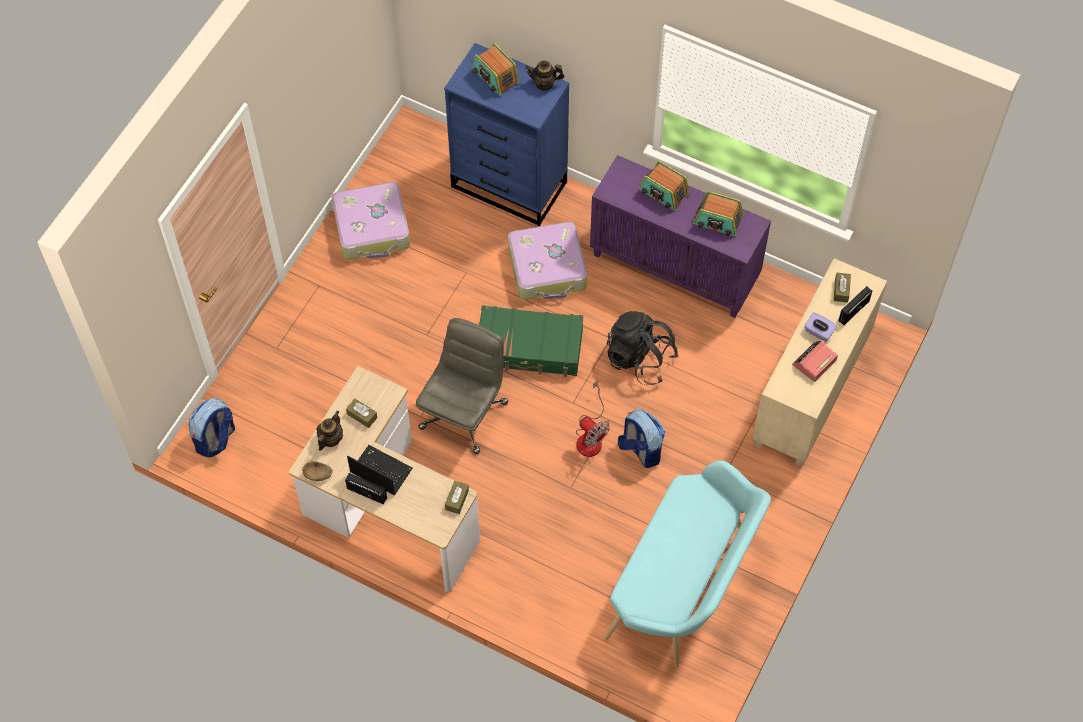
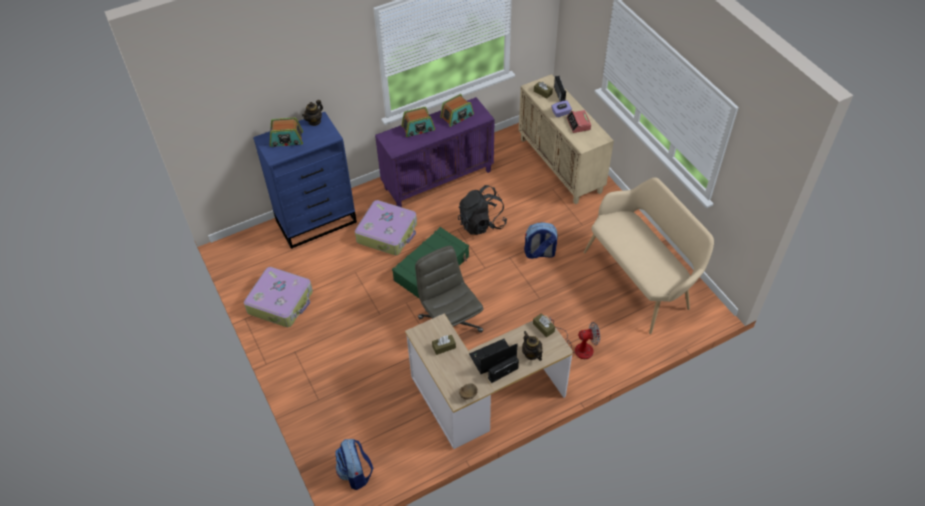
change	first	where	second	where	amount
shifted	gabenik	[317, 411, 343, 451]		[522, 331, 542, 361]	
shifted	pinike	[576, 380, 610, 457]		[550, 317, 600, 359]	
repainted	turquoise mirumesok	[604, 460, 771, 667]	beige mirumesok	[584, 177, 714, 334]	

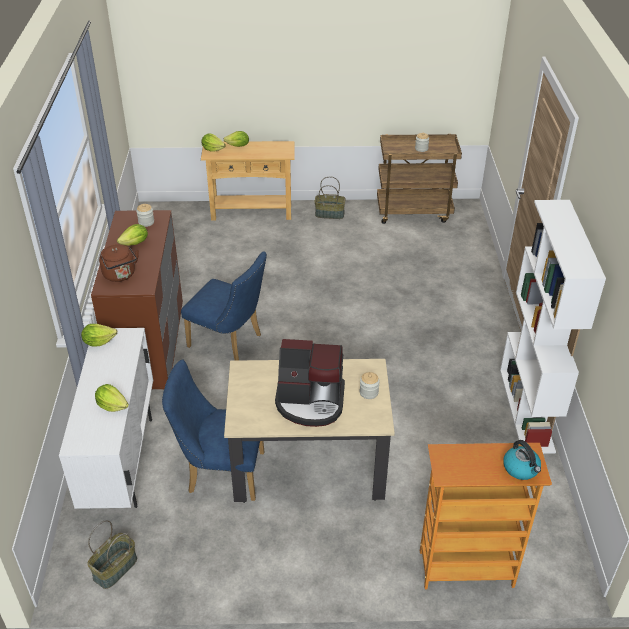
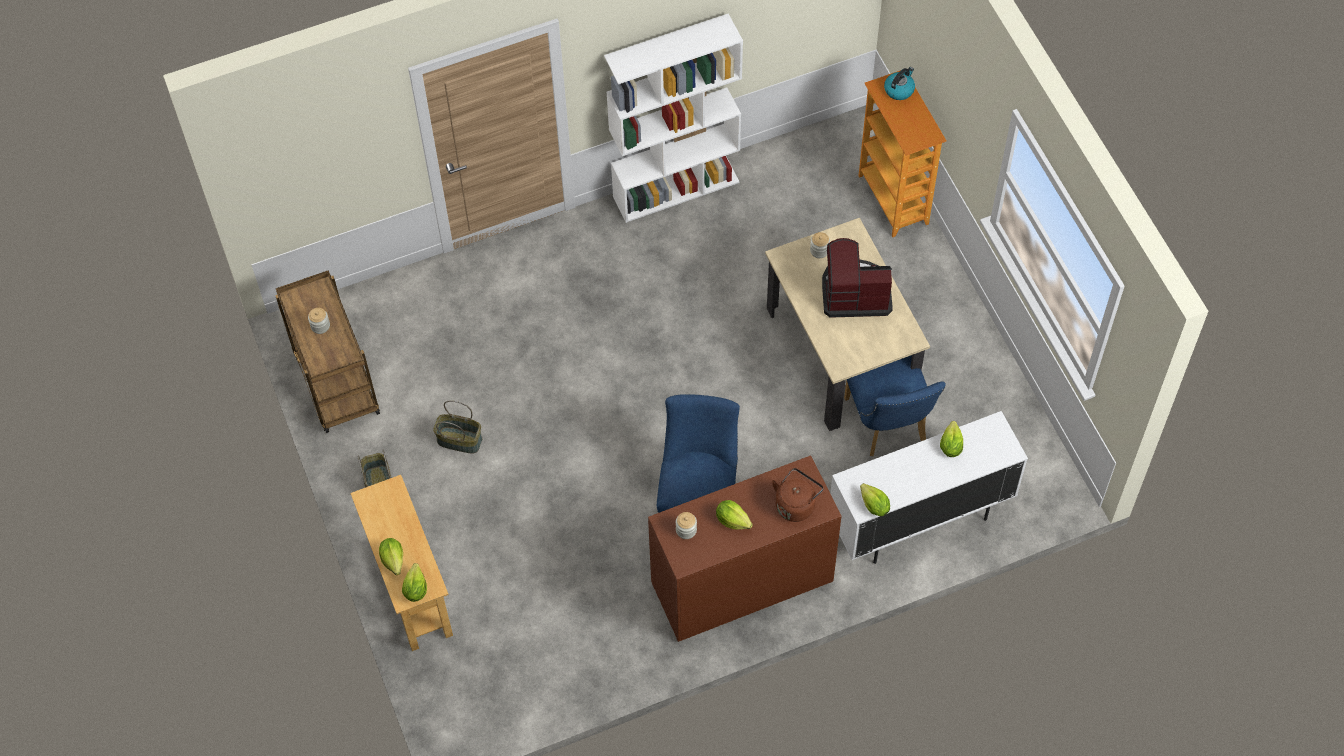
change	first	where	second	where	amount
shifted	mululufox	[87, 520, 137, 589]		[433, 400, 482, 453]	
rotated	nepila	[275, 339, 345, 427]		[822, 238, 893, 318]	75 degrees counterclockwise

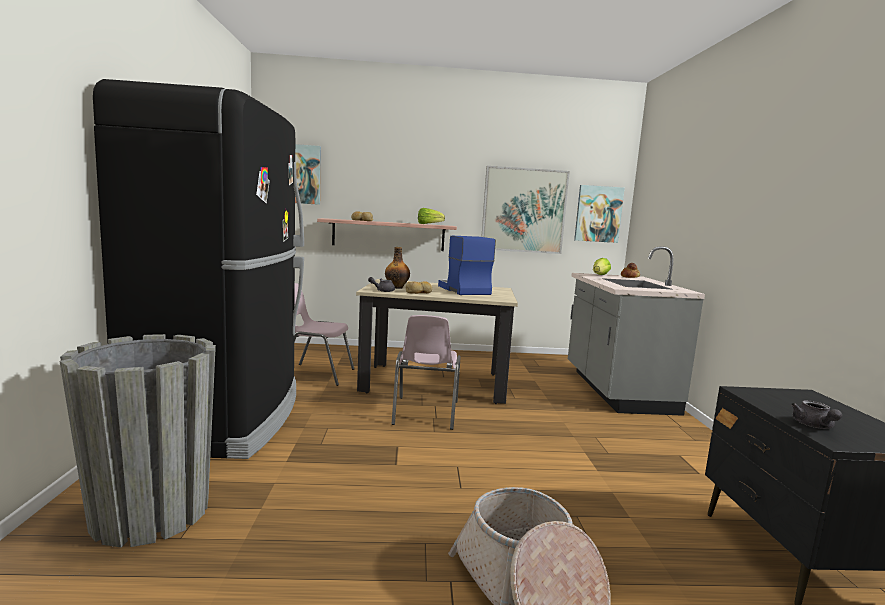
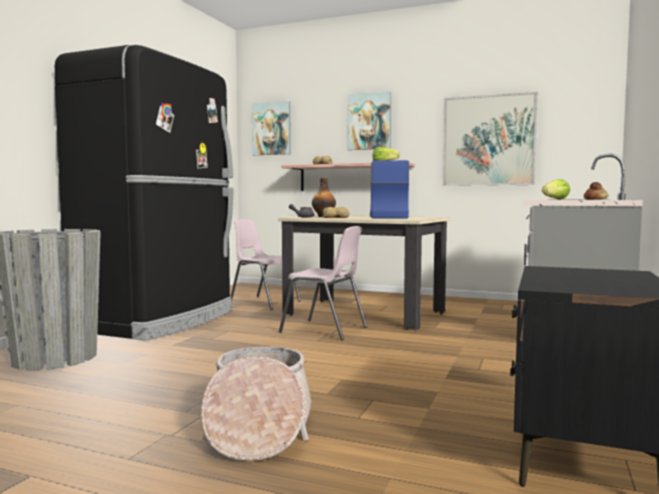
change	first	where	second	where	amount
rotated	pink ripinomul	[392, 315, 461, 430]		[279, 226, 367, 340]	90 degrees counterclockwise
shifted	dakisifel	[574, 185, 625, 243]		[347, 91, 391, 150]	
gone	grey gabenik	[791, 400, 842, 429]			

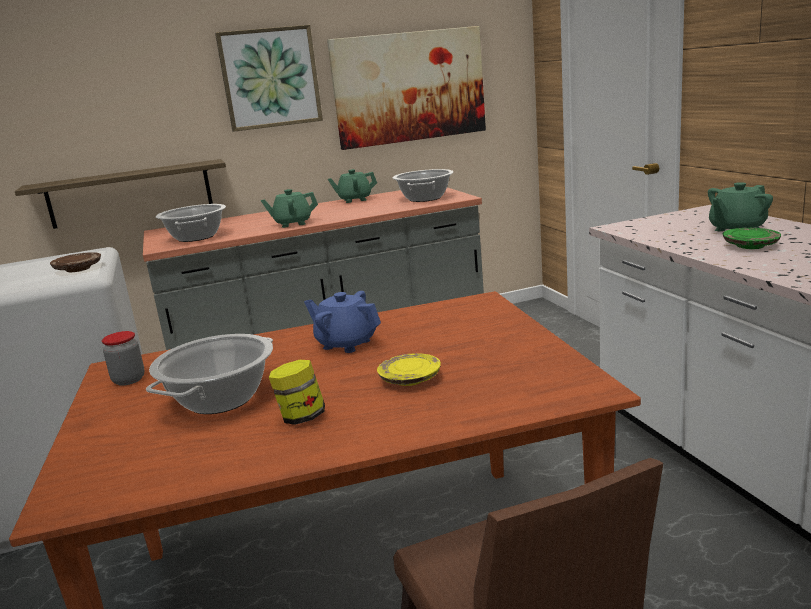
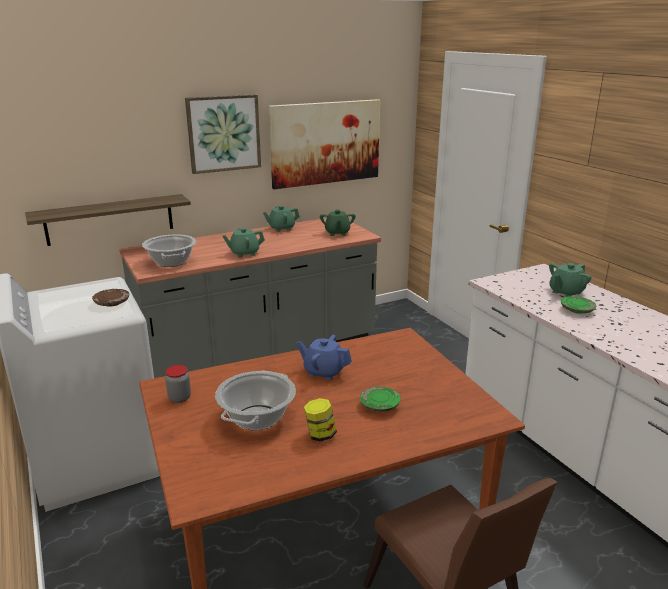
change	first	where	second	where	amount
repainted	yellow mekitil	[377, 353, 441, 386]	green mekitil	[360, 387, 401, 412]	
swapped	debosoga	[393, 169, 453, 202]	green gabenik	[320, 209, 356, 236]	

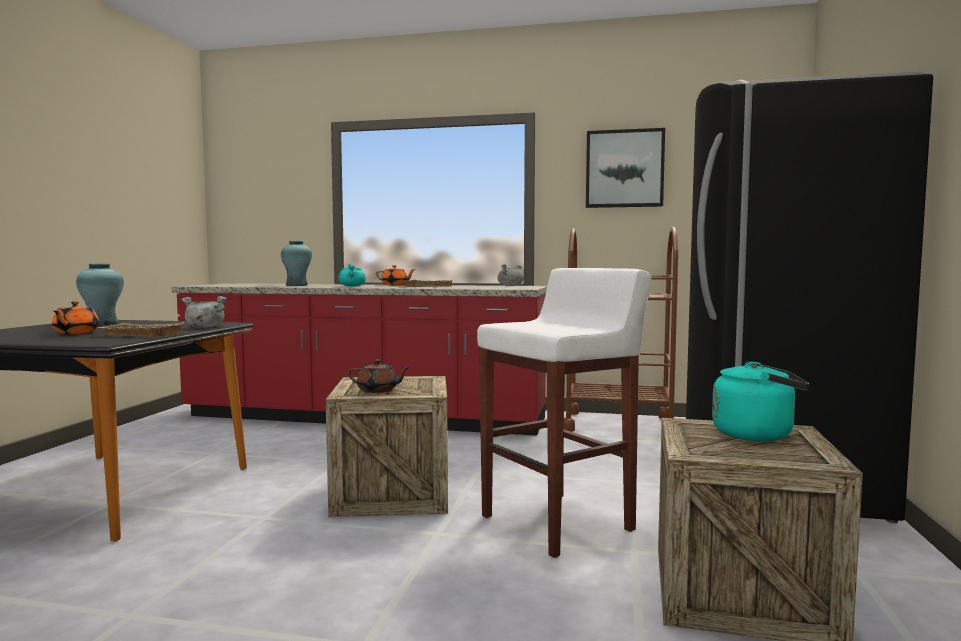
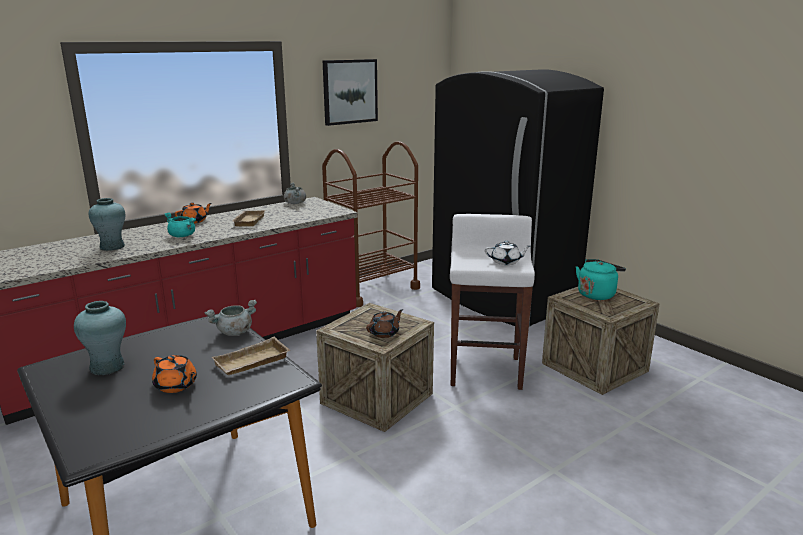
change	first	where	second	where	amount
new			white gabenik	[485, 241, 530, 265]	

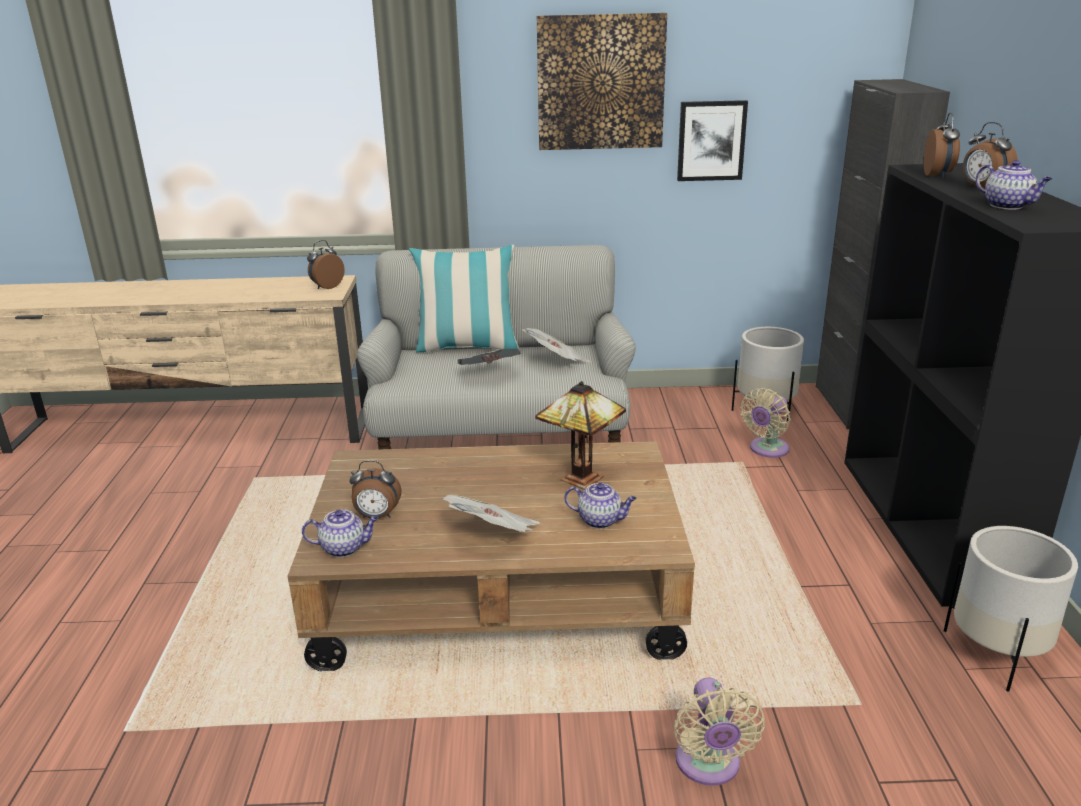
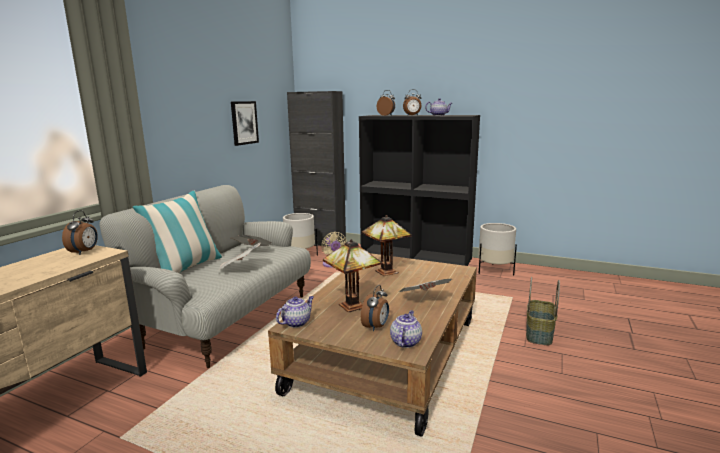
change	first	where	second	where	amount
rotated	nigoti	[307, 240, 344, 289]		[62, 210, 98, 255]	150 degrees counterclockwise
gone	dakisifel	[537, 13, 667, 150]			
shifted	gabenik	[564, 483, 637, 529]		[276, 296, 314, 328]	
swapped	beige pinike	[674, 677, 765, 786]	mululufox	[526, 277, 560, 345]	
new			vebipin	[323, 239, 382, 312]	

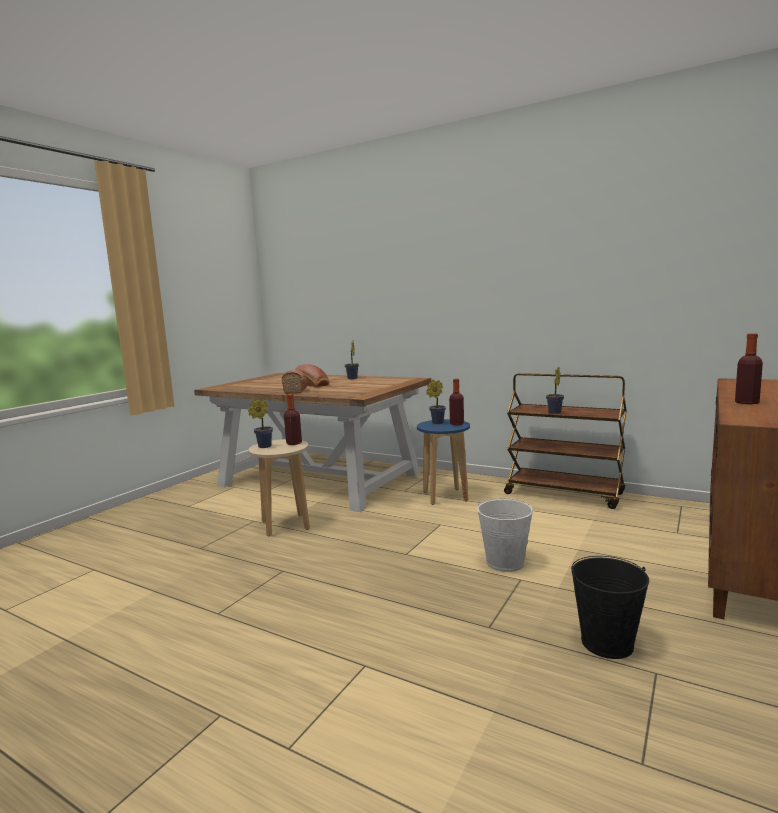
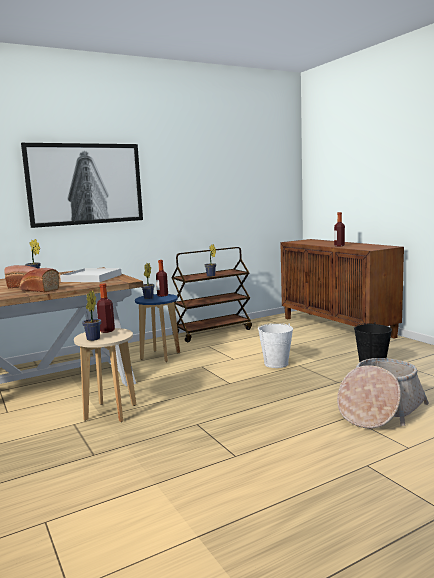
change	first	where	second	where	amount
new			dakisifel	[21, 143, 143, 228]	
new			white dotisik	[60, 268, 122, 282]	
new			mululufox	[337, 358, 429, 429]	

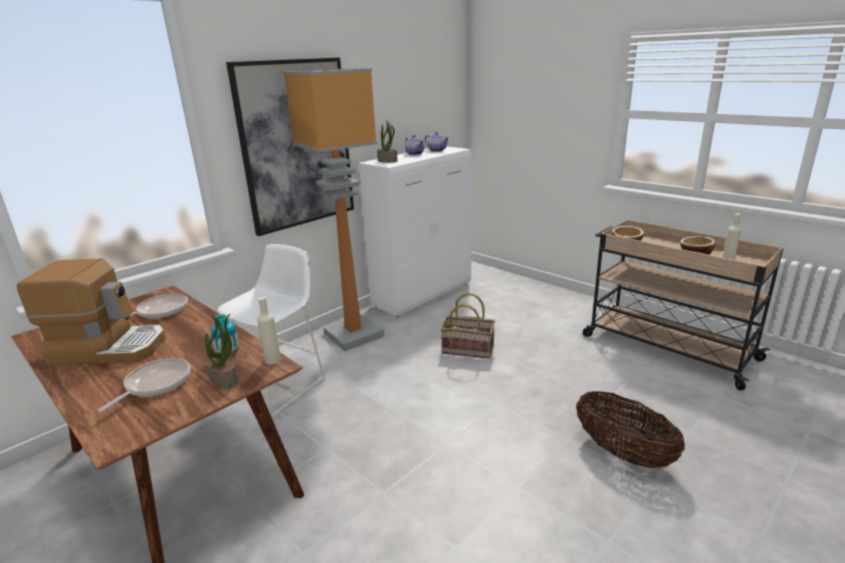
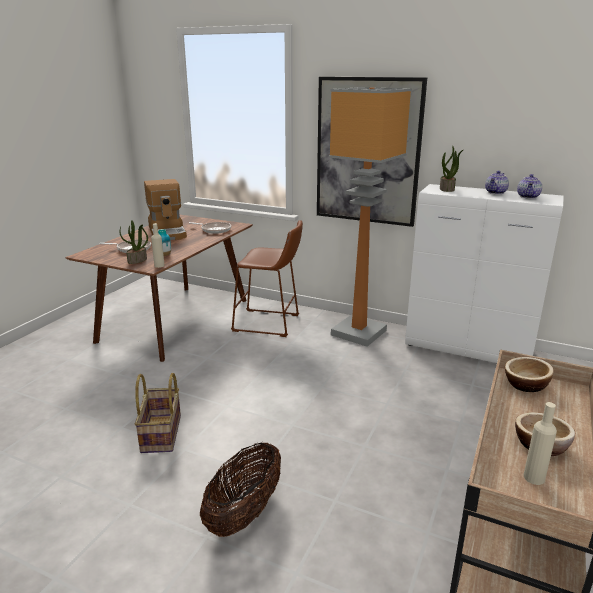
change	first	where	second	where	amount
repainted	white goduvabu	[217, 244, 325, 418]	brown goduvabu	[231, 220, 303, 337]	
shifted	mululufox	[440, 293, 495, 359]		[135, 373, 181, 453]	

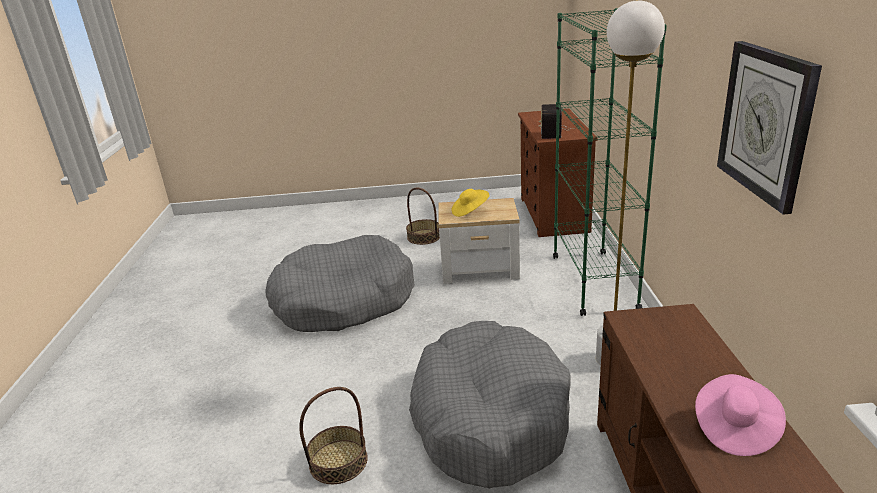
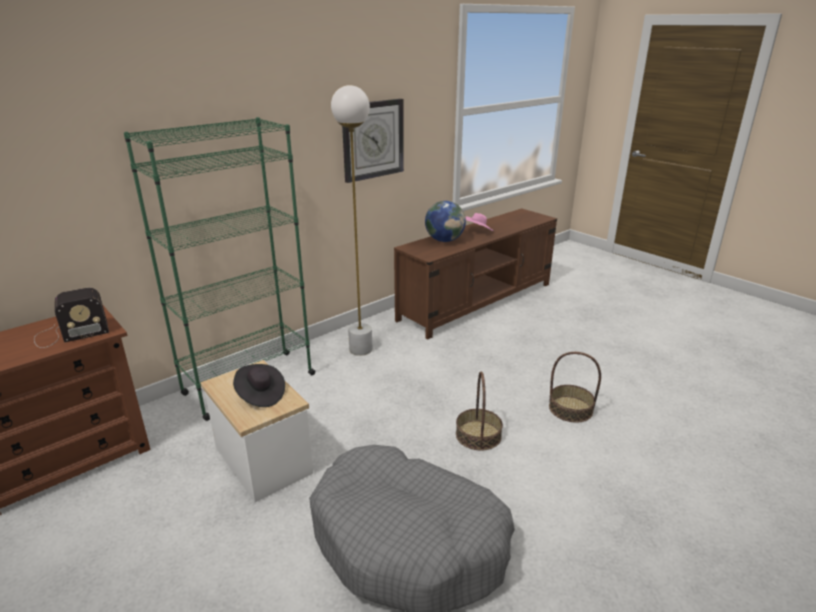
change	first	where	second	where	amount
shifted	mululufox	[406, 187, 440, 245]		[456, 371, 503, 451]	
gone	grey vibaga	[409, 321, 570, 488]			
repainted	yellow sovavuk	[452, 189, 490, 217]	black sovavuk	[233, 364, 285, 407]	
new			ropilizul	[425, 201, 466, 242]	

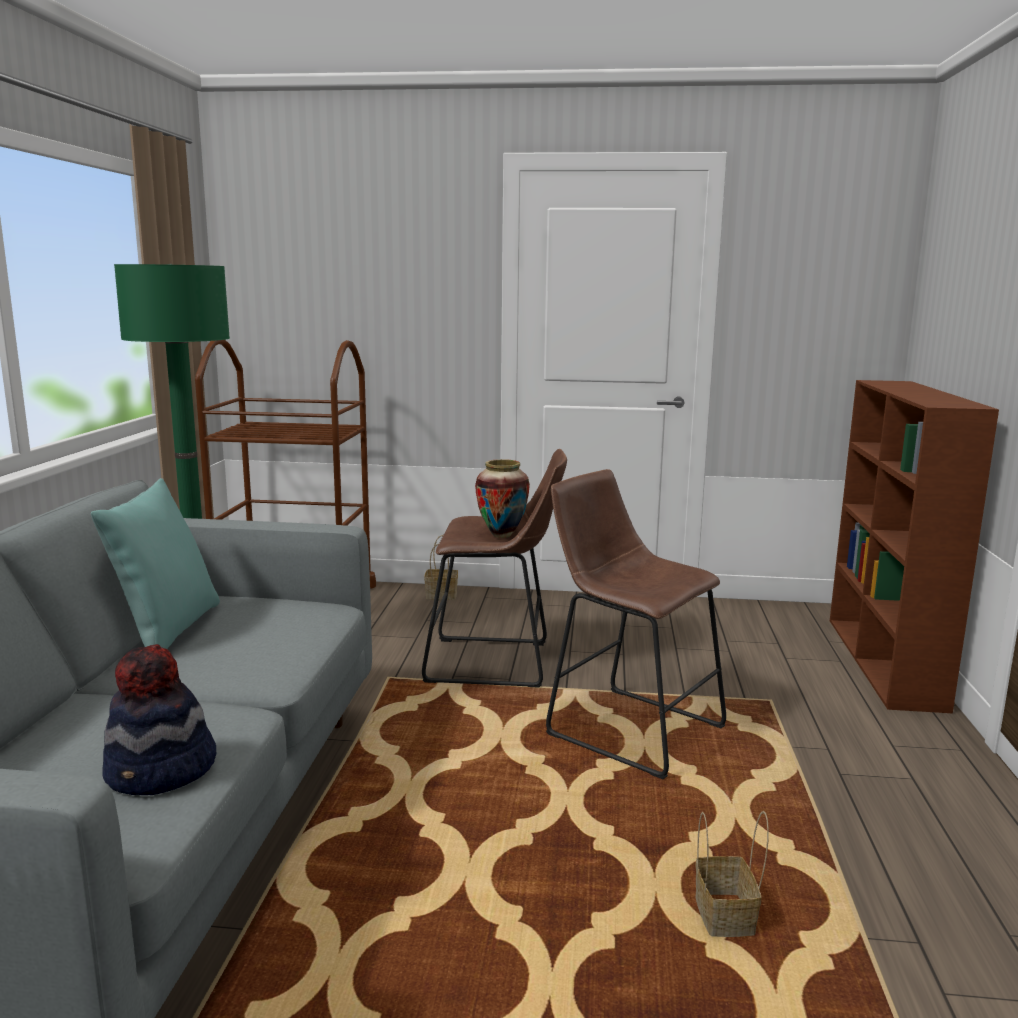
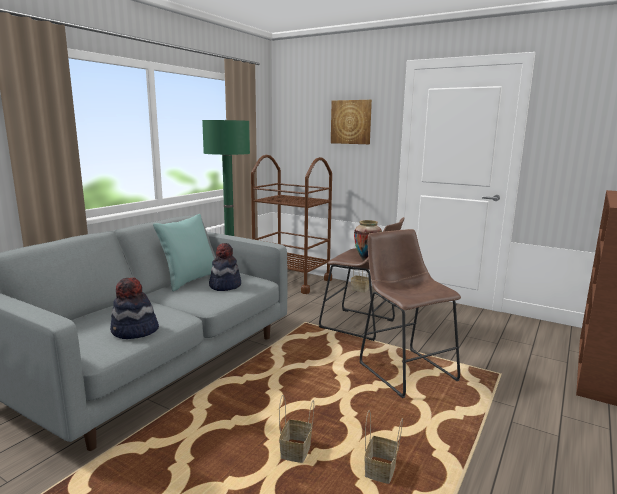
change	first	where	second	where	amount
new			sovavuk	[209, 243, 241, 291]	
new			mululufox	[279, 395, 314, 463]	
new			dakisifel	[331, 100, 372, 144]	

